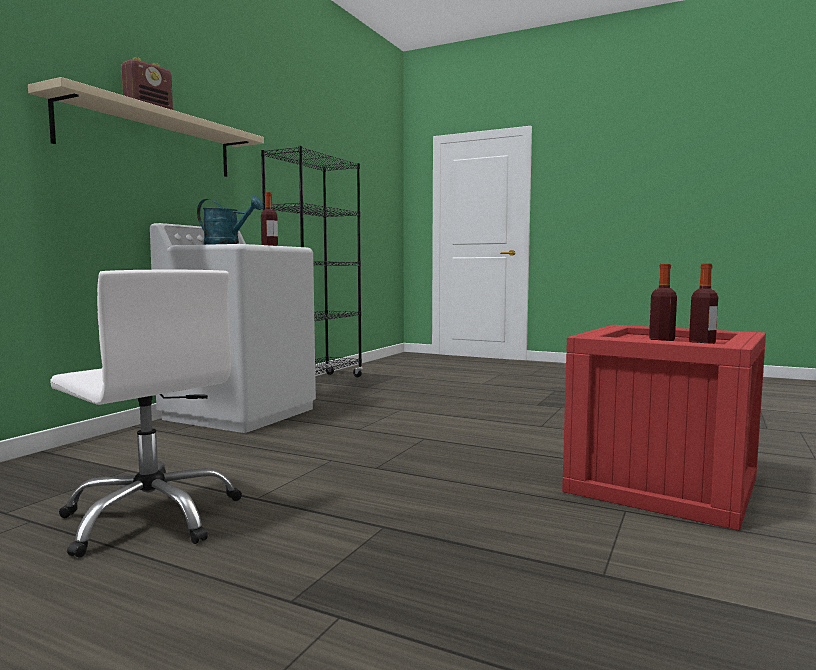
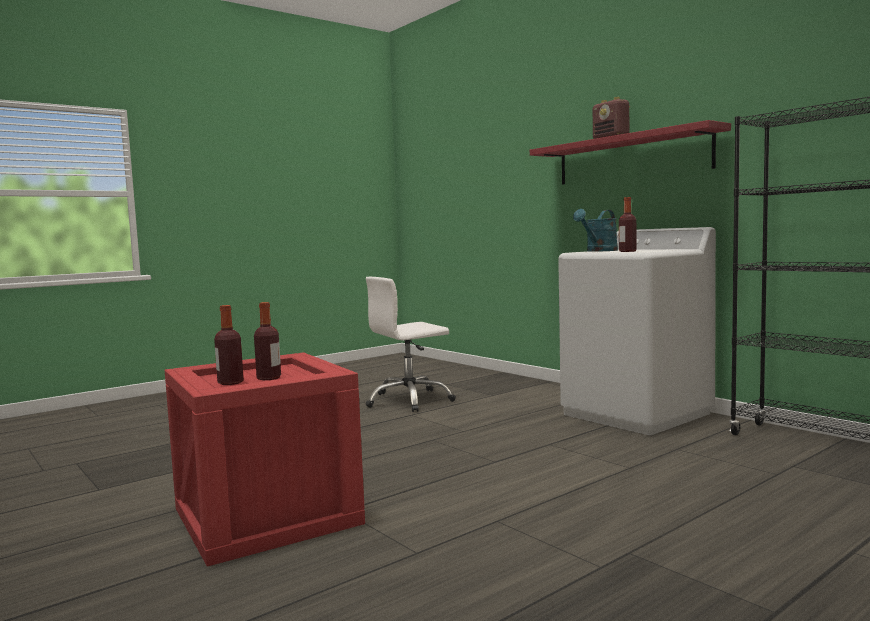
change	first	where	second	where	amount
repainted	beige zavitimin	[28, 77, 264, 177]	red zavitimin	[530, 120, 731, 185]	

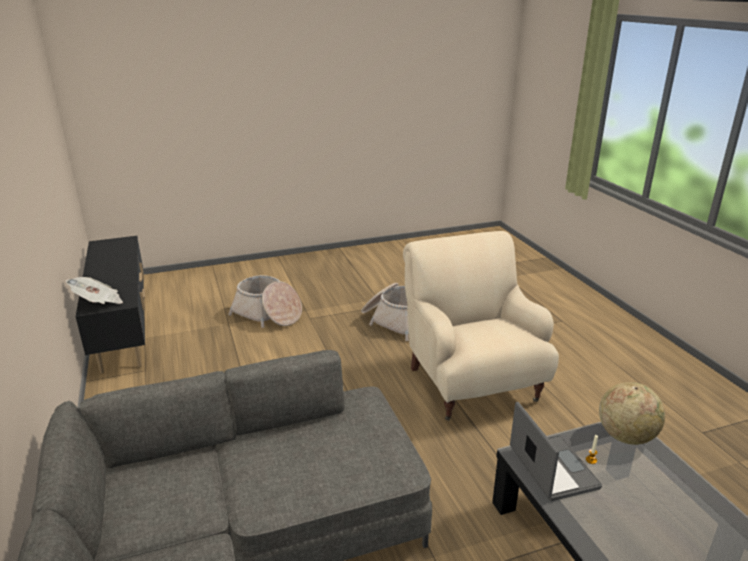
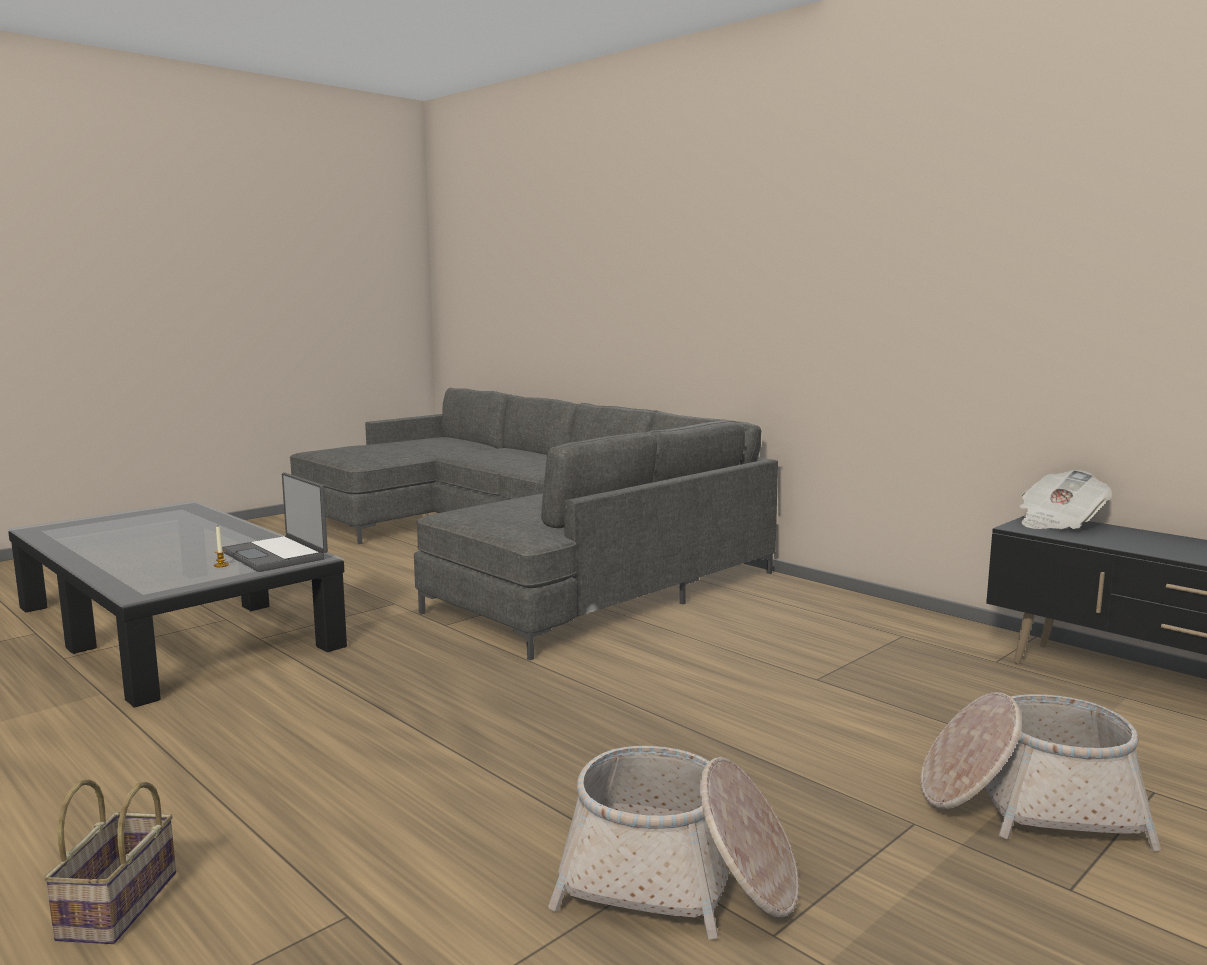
change	first	where	second	where	amount
gone	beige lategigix	[403, 231, 559, 421]			
gone	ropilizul	[599, 382, 665, 445]			
new			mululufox	[44, 779, 176, 944]	

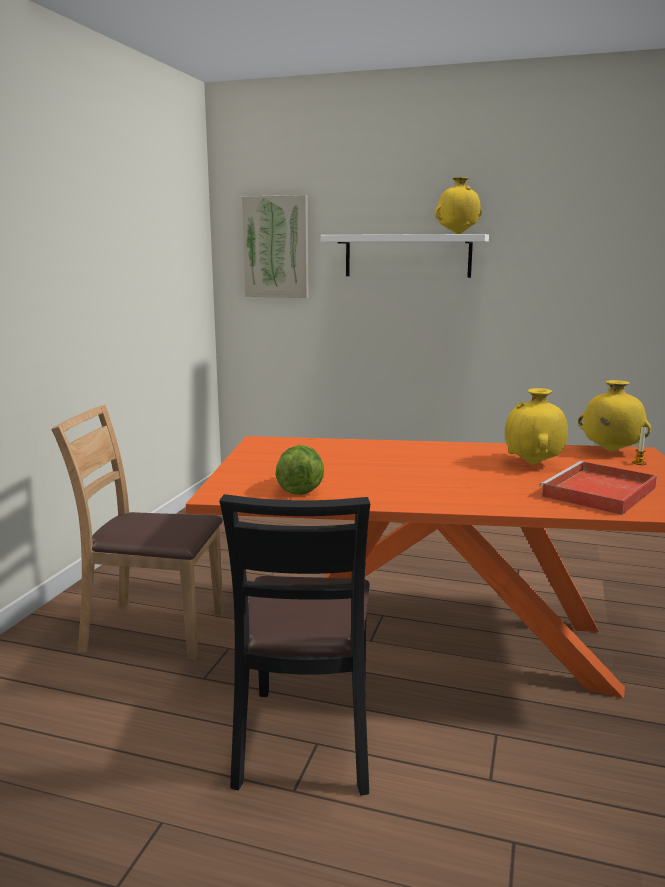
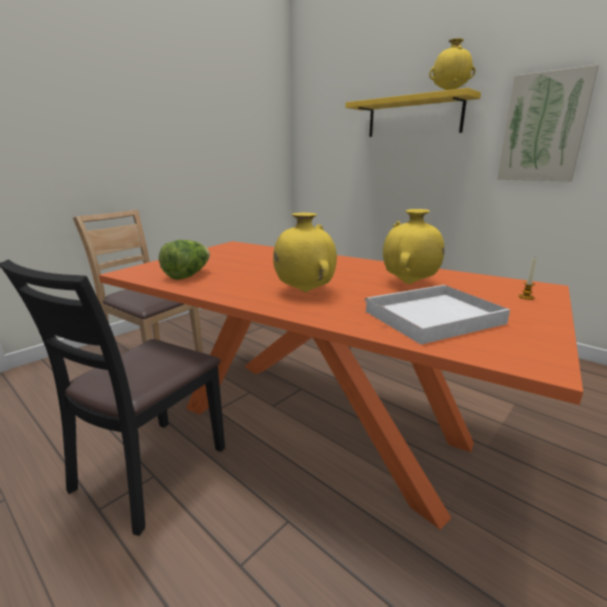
change	first	where	second	where	amount
shifted	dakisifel	[242, 195, 309, 298]		[497, 65, 599, 181]	
repainted	white zavitimin	[321, 234, 489, 278]	yellow zavitimin	[345, 88, 481, 137]	
repainted	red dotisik	[539, 461, 657, 515]	white dotisik	[364, 285, 510, 345]	
shifted	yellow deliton	[578, 380, 651, 452]		[273, 213, 337, 292]	

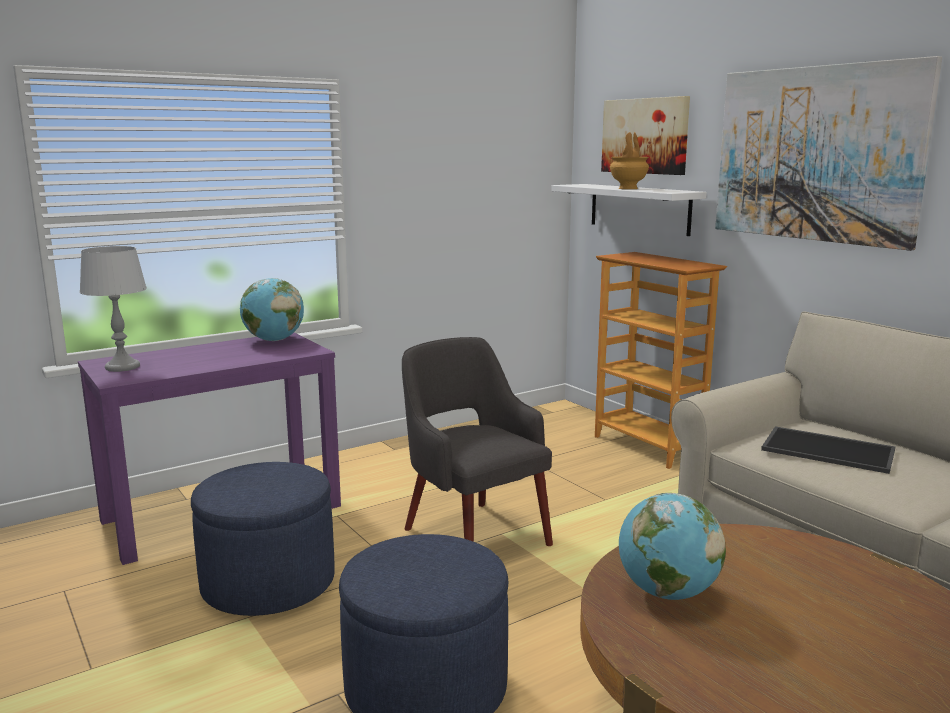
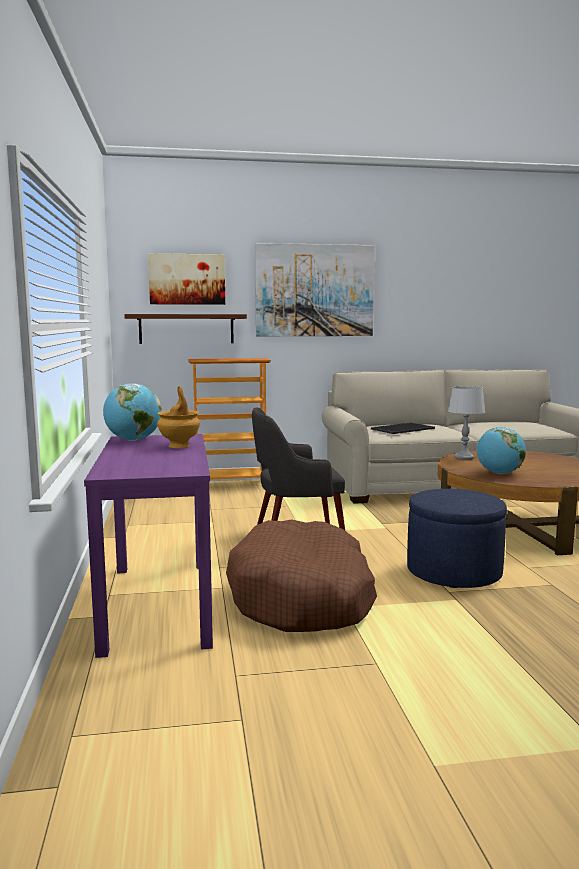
change	first	where	second	where	amount
shifted	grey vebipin	[79, 246, 147, 372]		[448, 386, 485, 460]	
swapped	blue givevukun	[191, 462, 335, 616]	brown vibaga	[226, 519, 377, 632]	
repainted	white zavitimin	[551, 184, 707, 236]	brown zavitimin	[124, 314, 247, 344]	
shifted	brown deliton	[610, 132, 649, 189]		[157, 386, 200, 448]	

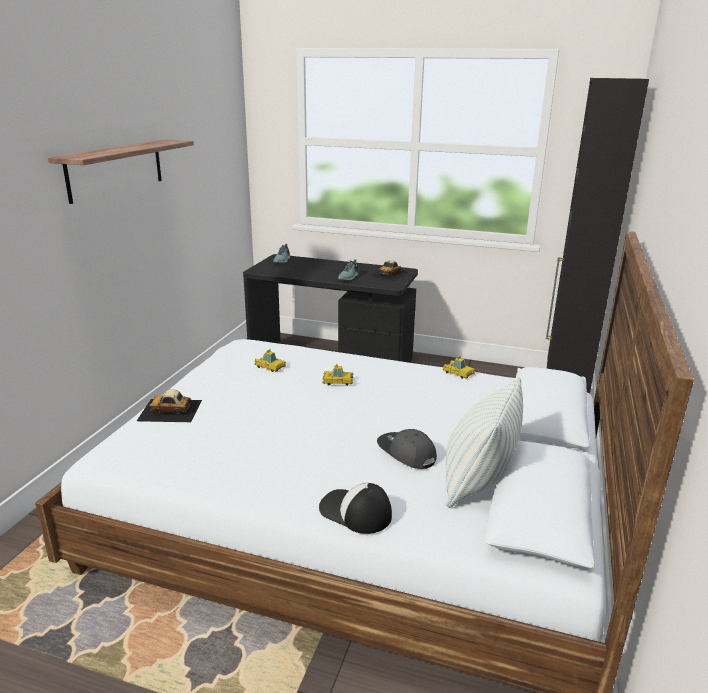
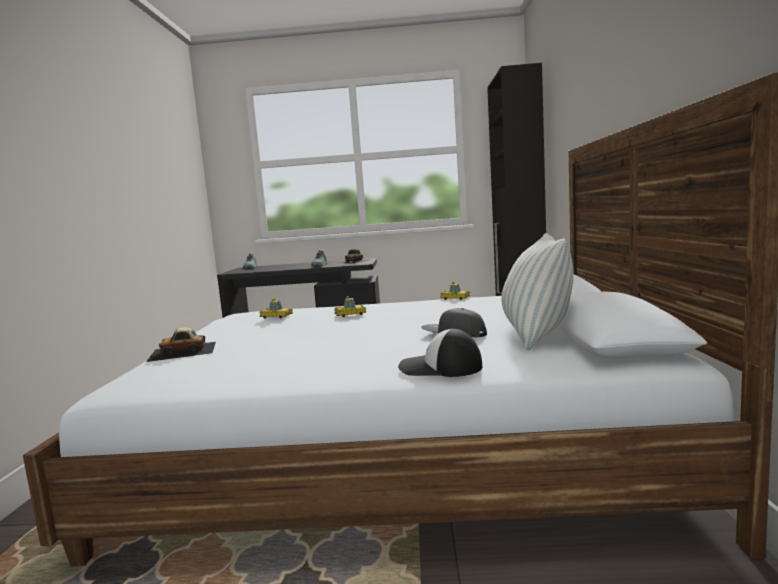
change	first	where	second	where	amount
gone	zavitimin	[48, 139, 194, 204]			

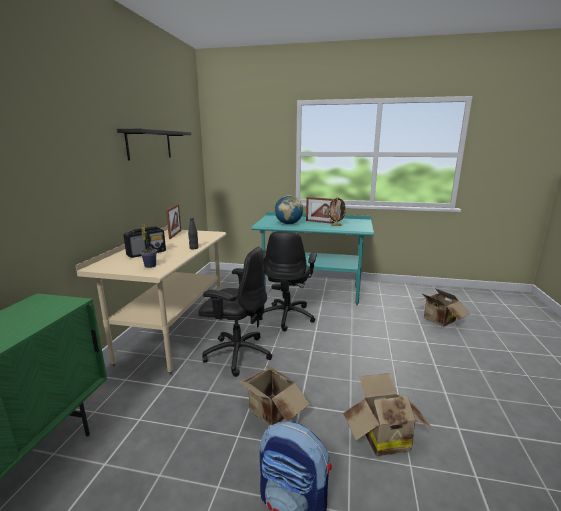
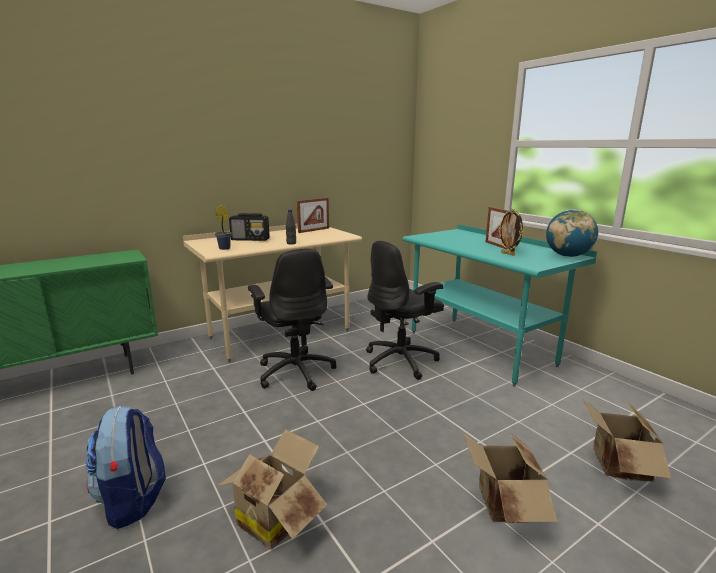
change	first	where	second	where	amount
gone	black zavitimin	[117, 129, 191, 160]			
shifted	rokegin	[237, 365, 310, 426]		[463, 432, 557, 523]	
shifted	ropilizul	[275, 195, 303, 224]		[546, 210, 598, 257]	

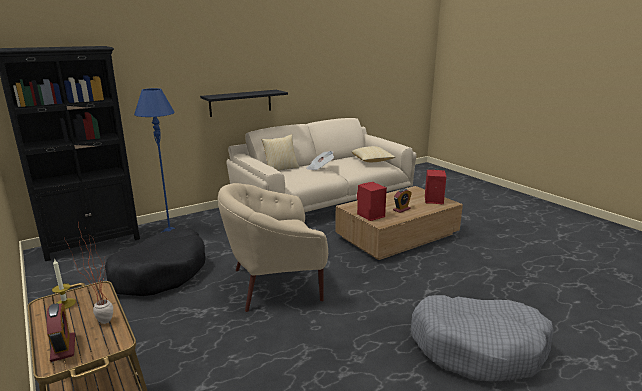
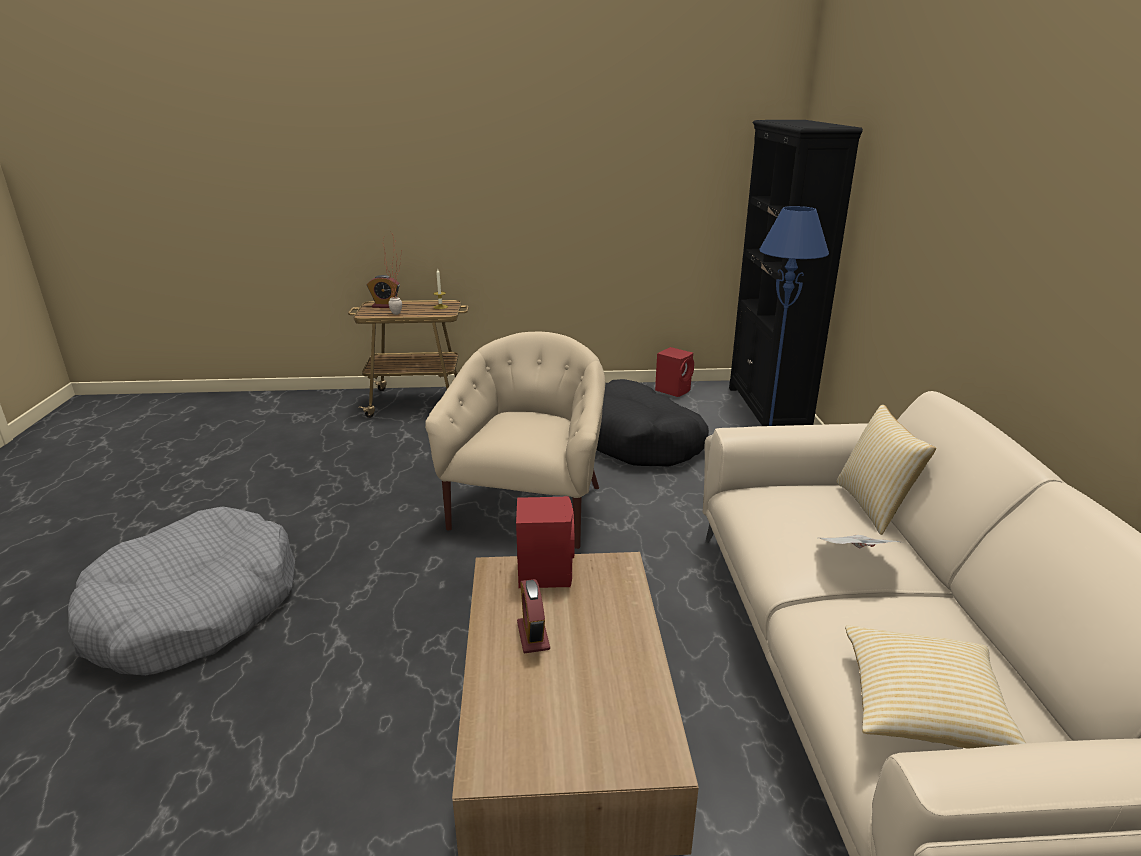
change	first	where	second	where	amount
gone	black zavitimin	[200, 90, 288, 117]			
shifted	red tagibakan	[425, 170, 446, 204]		[655, 347, 694, 397]	

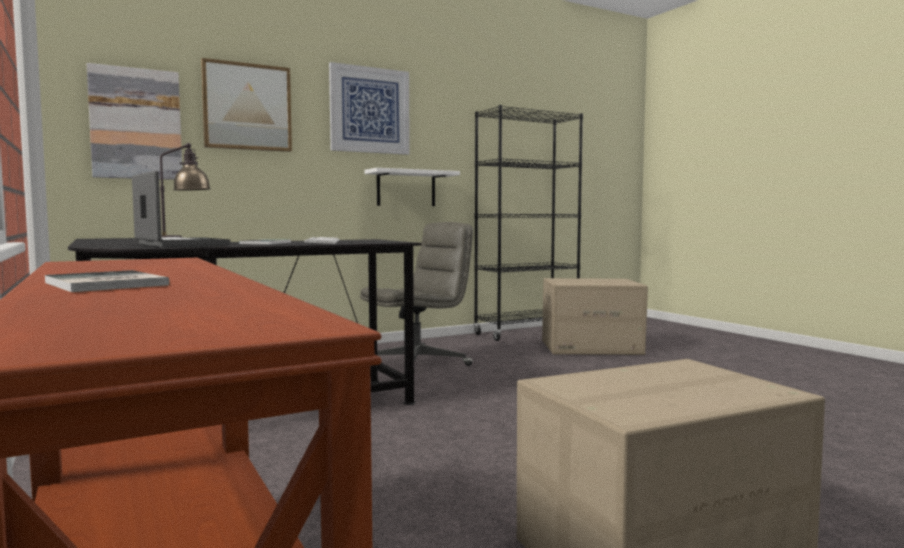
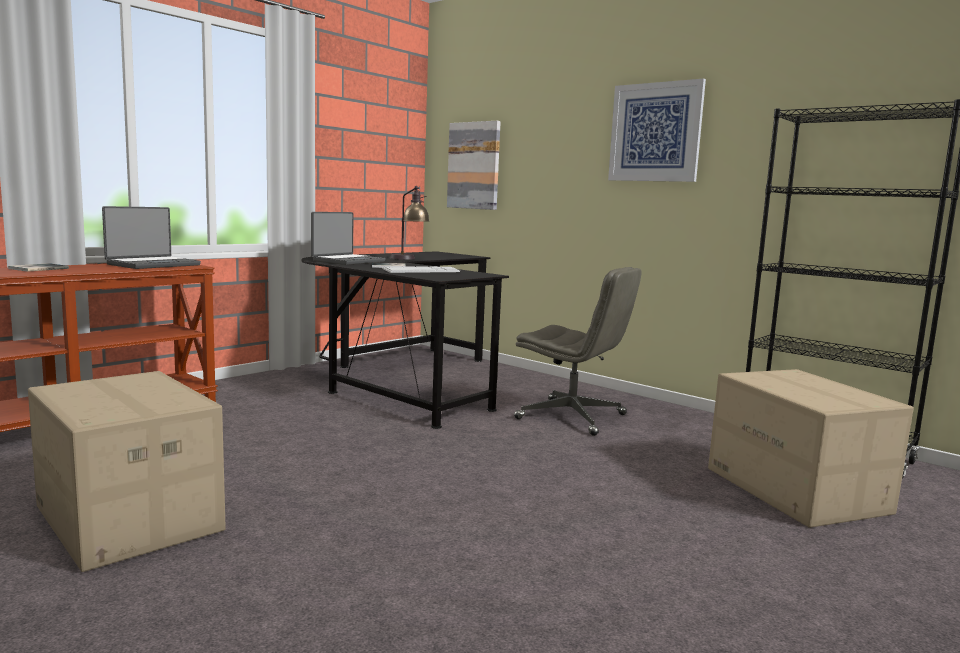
change	first	where	second	where	amount
gone	dakisifel	[201, 58, 292, 152]			
gone	white zavitimin	[364, 168, 460, 206]			
new			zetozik	[102, 206, 201, 269]	

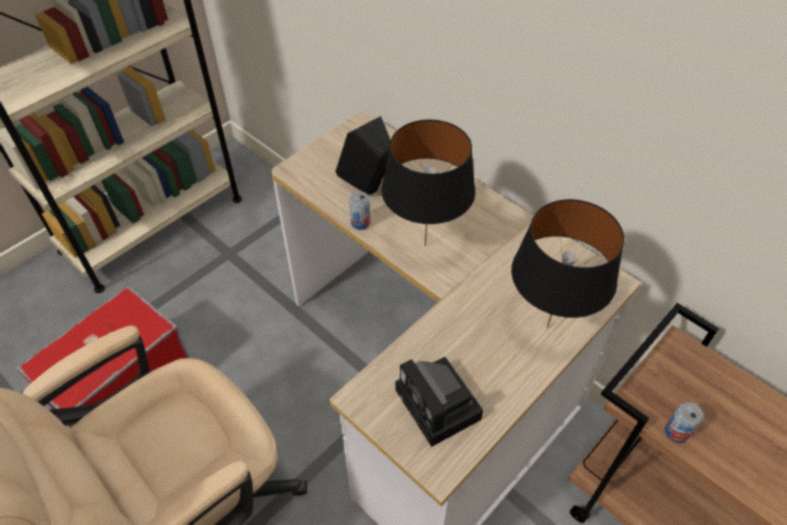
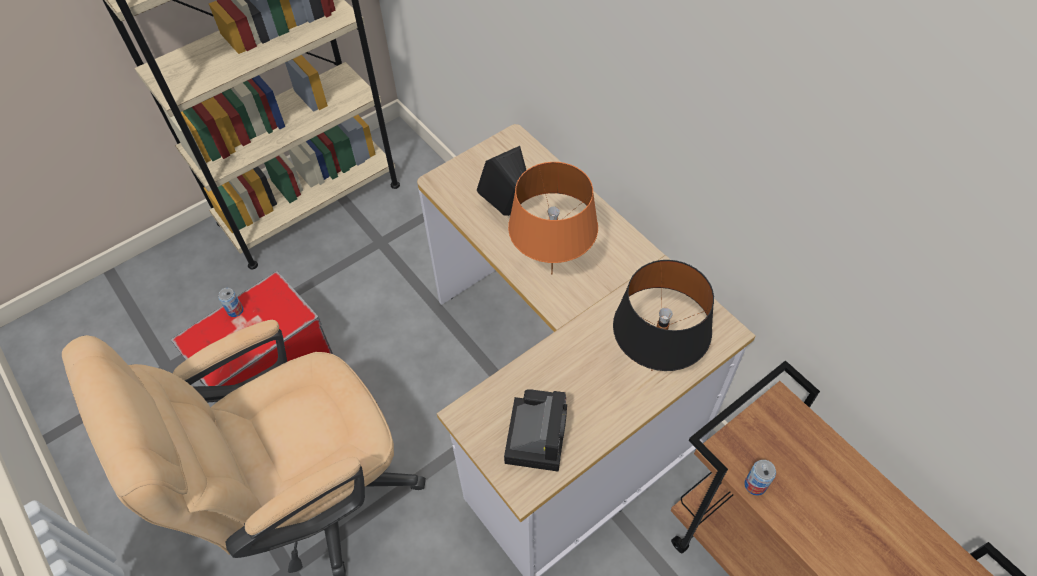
change	first	where	second	where	amount
shifted	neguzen	[349, 191, 370, 230]		[218, 288, 243, 317]	
repainted	black vebipin	[381, 119, 475, 246]	orange vebipin	[508, 162, 598, 274]	
rotated	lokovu	[396, 357, 483, 447]		[504, 389, 567, 472]	150 degrees counterclockwise

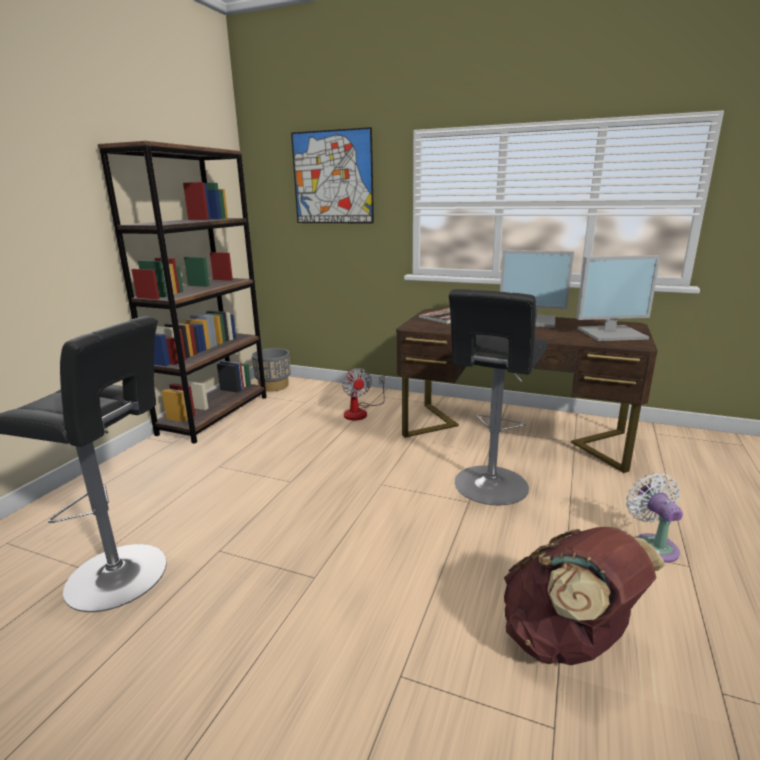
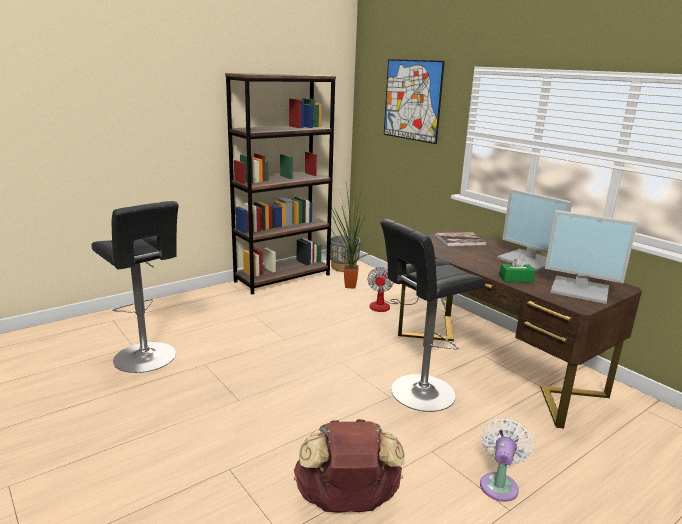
change	first	where	second	where	amount
new			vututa	[330, 185, 378, 289]	
new			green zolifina	[499, 255, 536, 282]	

